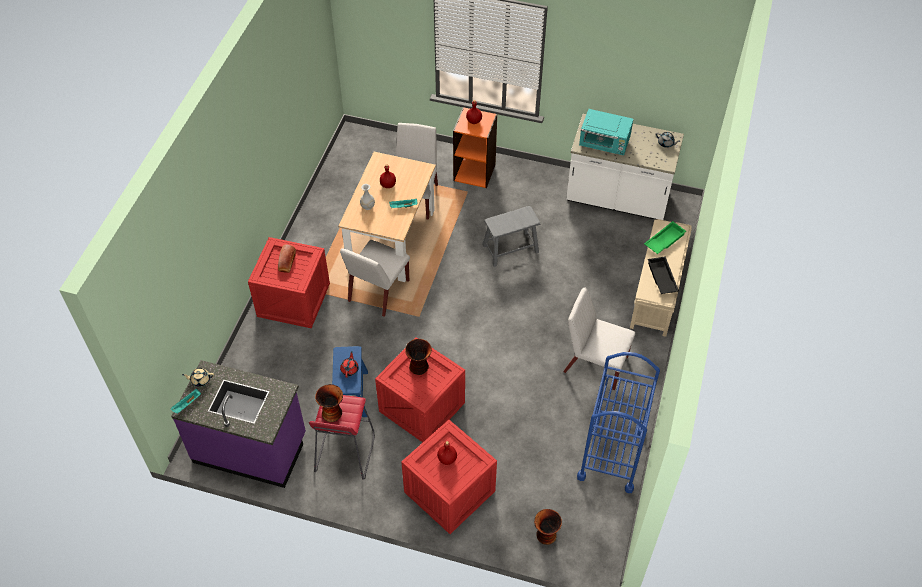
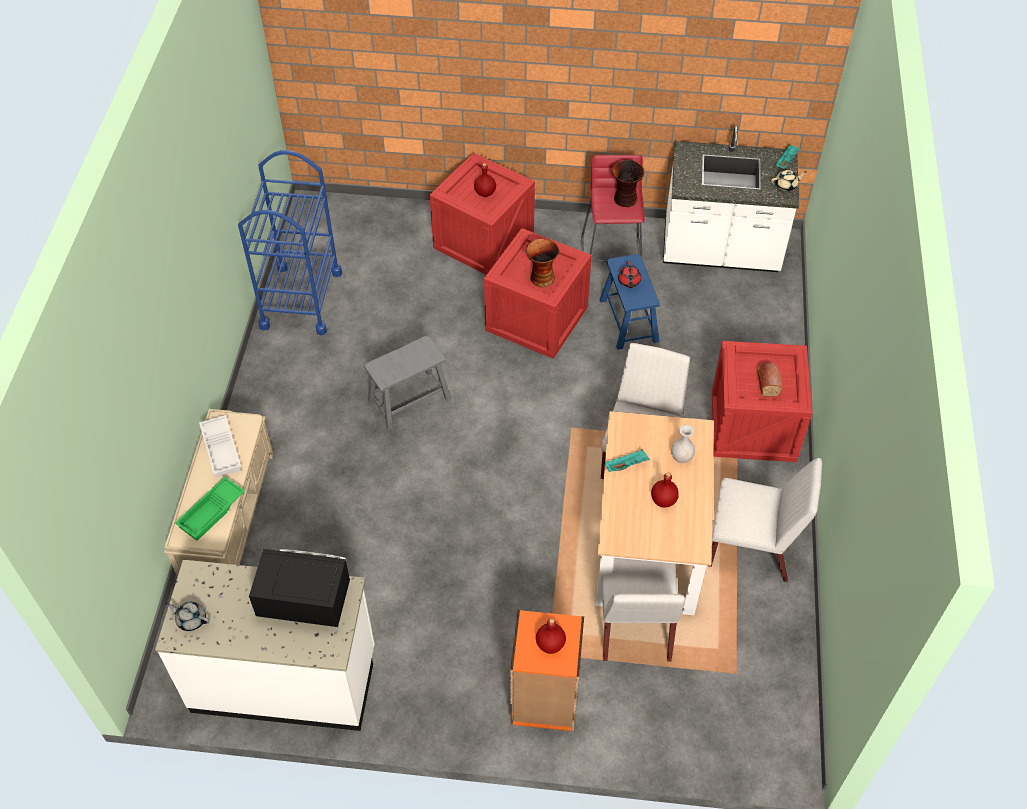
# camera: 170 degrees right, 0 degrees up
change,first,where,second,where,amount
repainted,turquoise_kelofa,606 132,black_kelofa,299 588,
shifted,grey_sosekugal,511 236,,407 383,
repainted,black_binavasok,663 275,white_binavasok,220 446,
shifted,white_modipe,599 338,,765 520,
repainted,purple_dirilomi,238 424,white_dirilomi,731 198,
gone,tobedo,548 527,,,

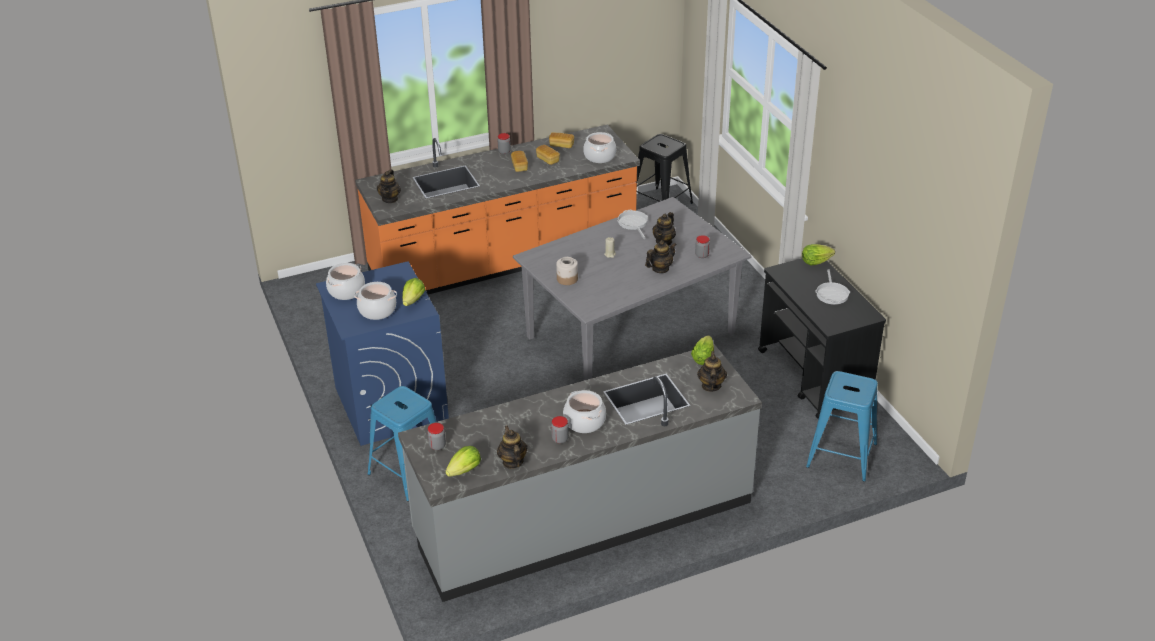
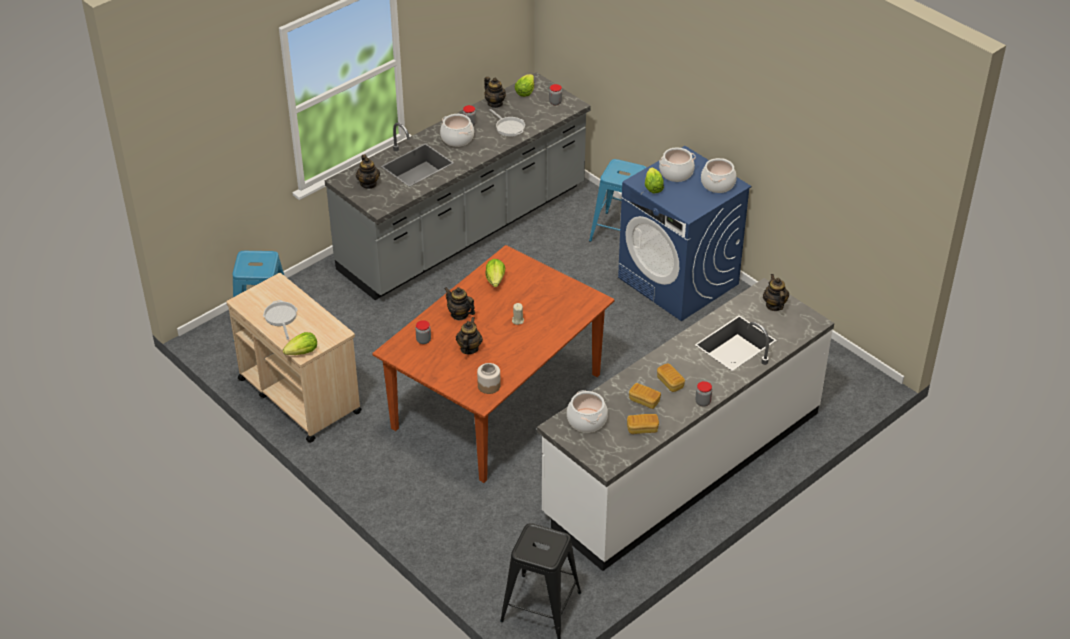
# camera: 160 degrees right, 5 degrees up
change,first,where,second,where,amount
repainted,orange_dirilomi,497 210,white_dirilomi,685 424,
repainted,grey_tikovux,632 288,brown_tikovux,493 364,
shifted,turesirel,633 224,,507 123,
rotated,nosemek,661 256,,459 303,90 degrees clockwise
shifted,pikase,567 271,,489 378,
repainted,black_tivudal,822 338,beige_tivudal,294 358,
shifted,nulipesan,702 350,,495 273,

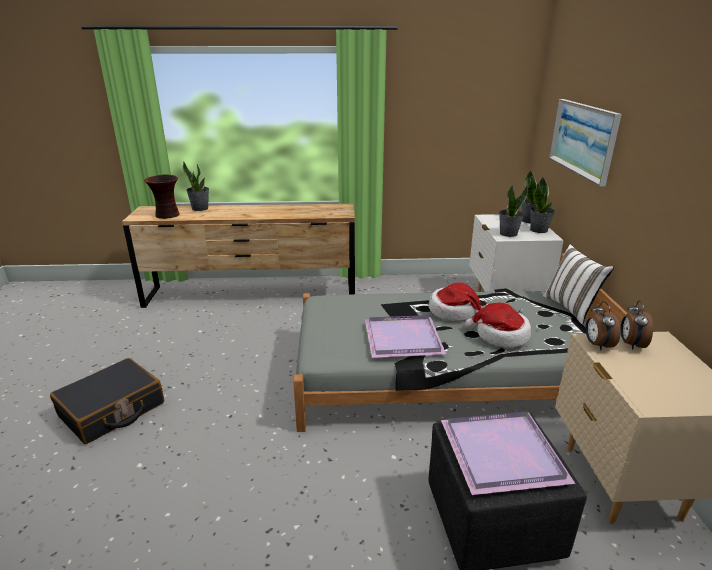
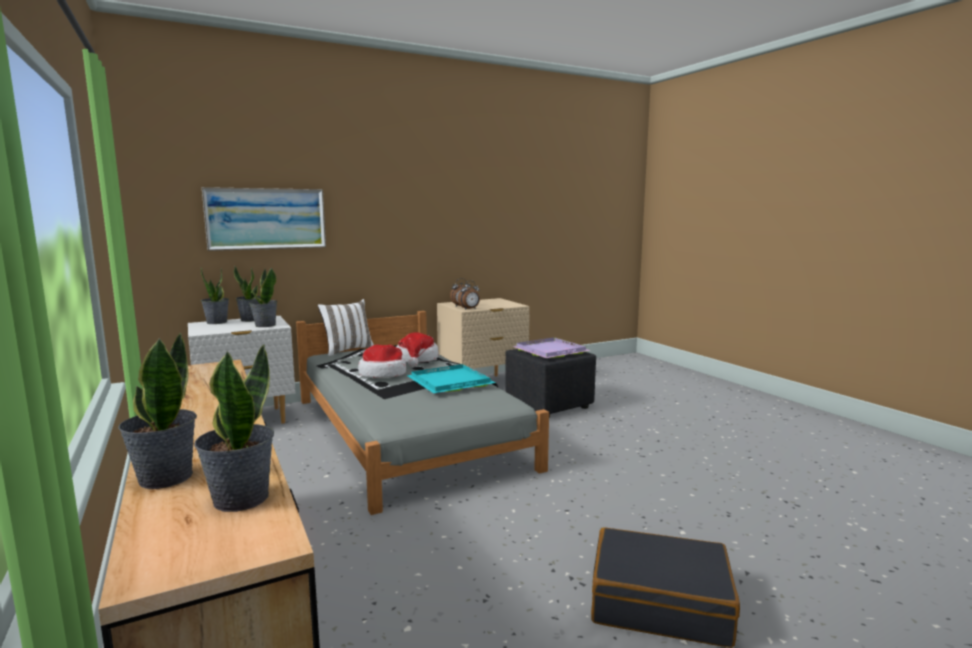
# camera: 115 degrees left, 15 degrees down
change,first,where,second,where,amount
swapped,tobedo,162 196,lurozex,234 428,
repainted,purple_binavasok,405 336,turquoise_binavasok,451 378,

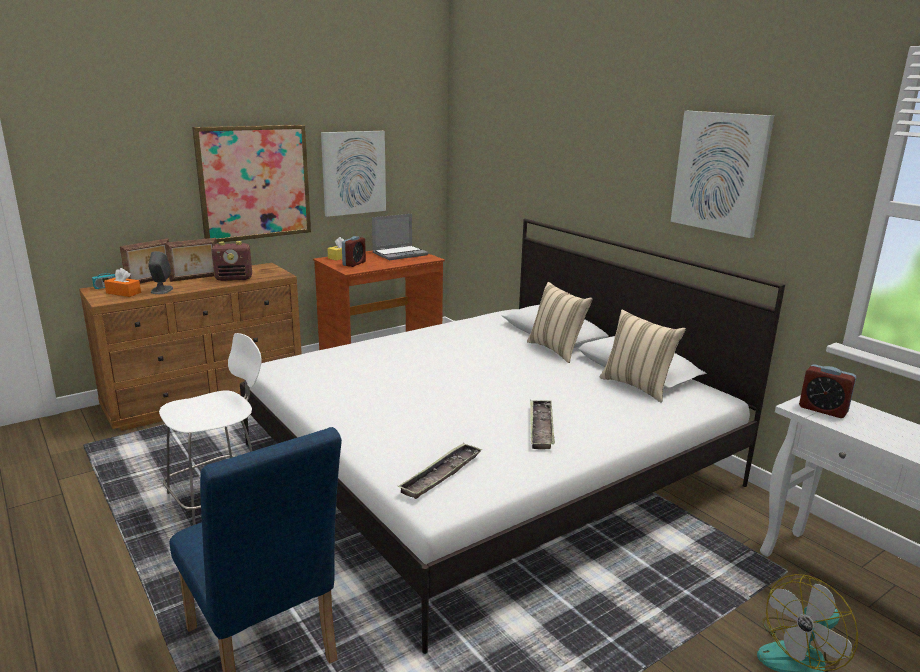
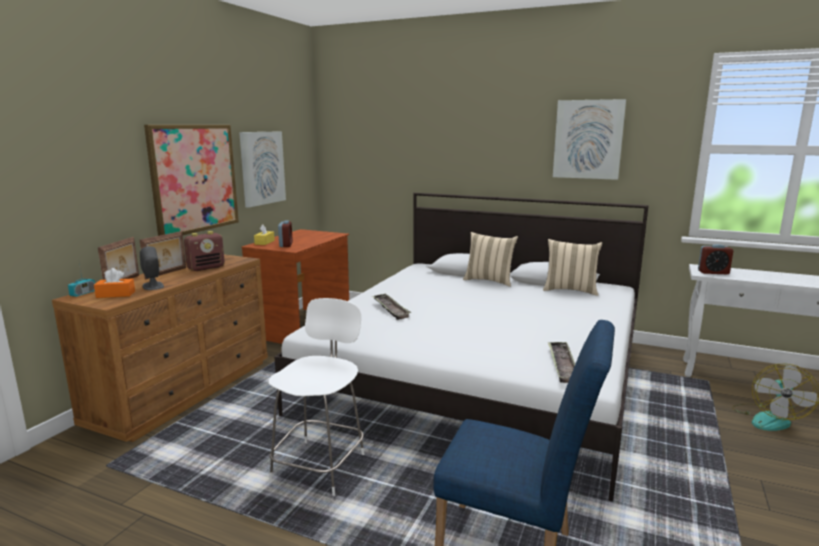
# camera: 30 degrees left, 5 degrees down
change,first,where,second,where,amount
gone,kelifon,400 237,,,
shifted,binavasok,542 424,,391 307,

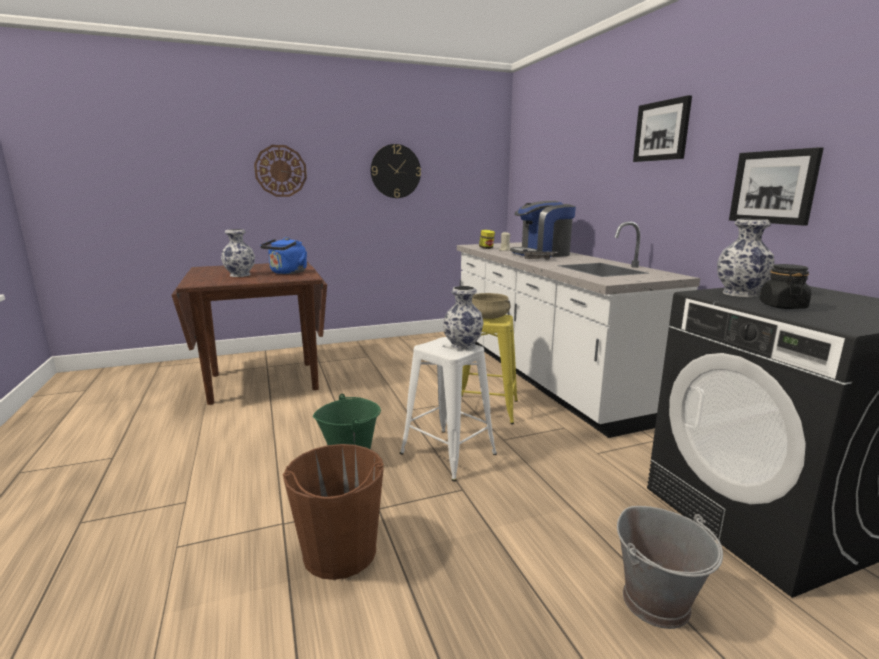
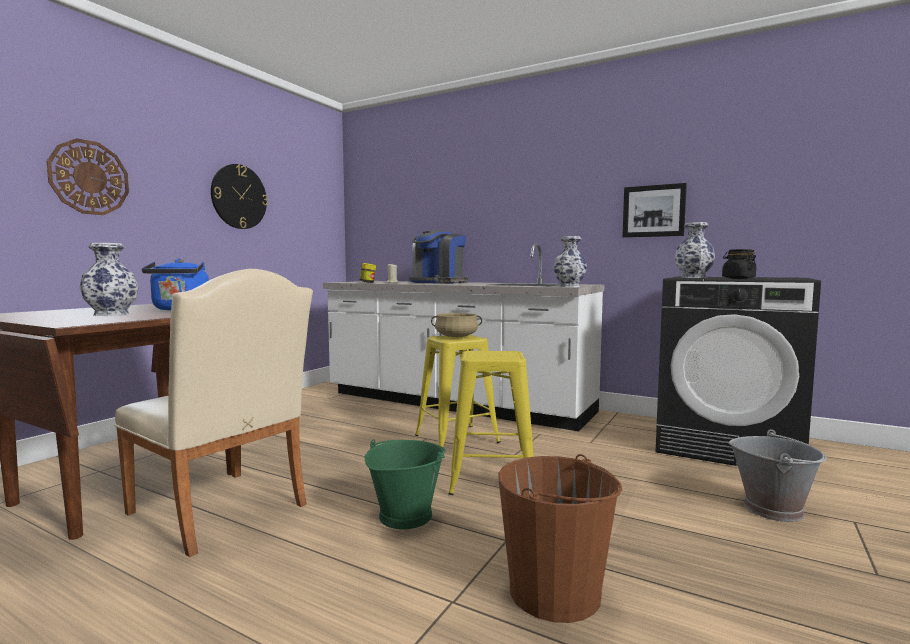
# camera: 40 degrees left, 10 degrees down
change,first,where,second,where,amount
gone,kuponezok,662 128,,,
shifted,tobedo,463 318,,570 261,
repainted,white_sosekugal,448 409,yellow_sosekugal,491 423,
new,,,beige_modipe,213 413,

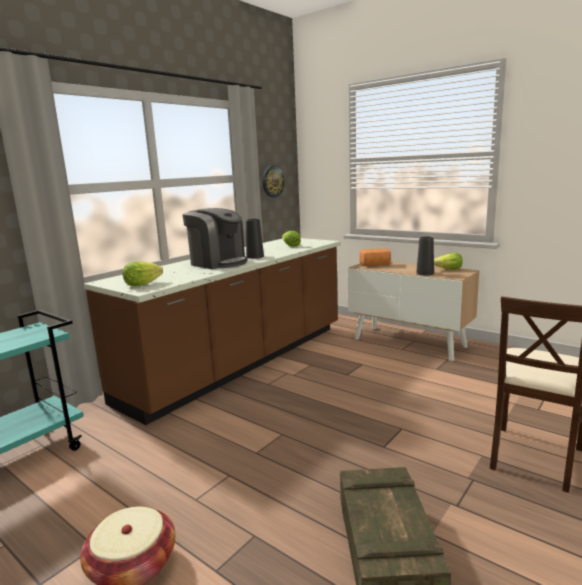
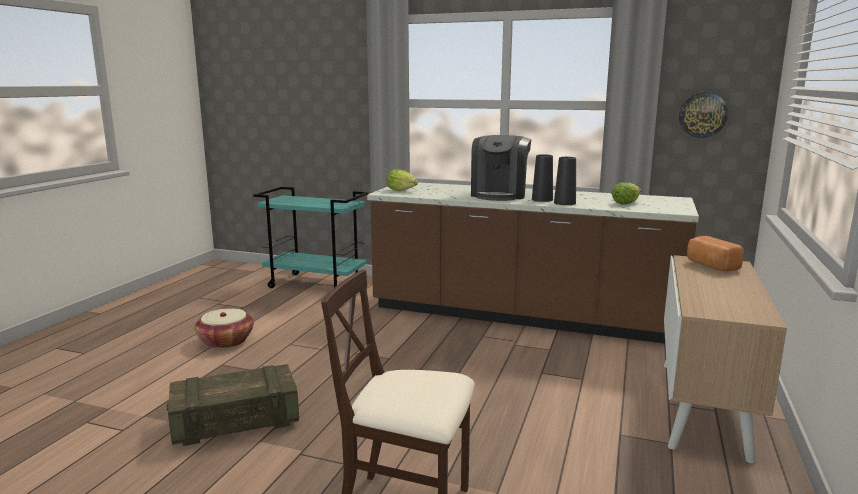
# camera: 70 degrees right, 0 degrees up
change,first,where,second,where,amount
shifted,black_tobedo,425 256,,565 181,
gone,nulipesan,448 261,,,

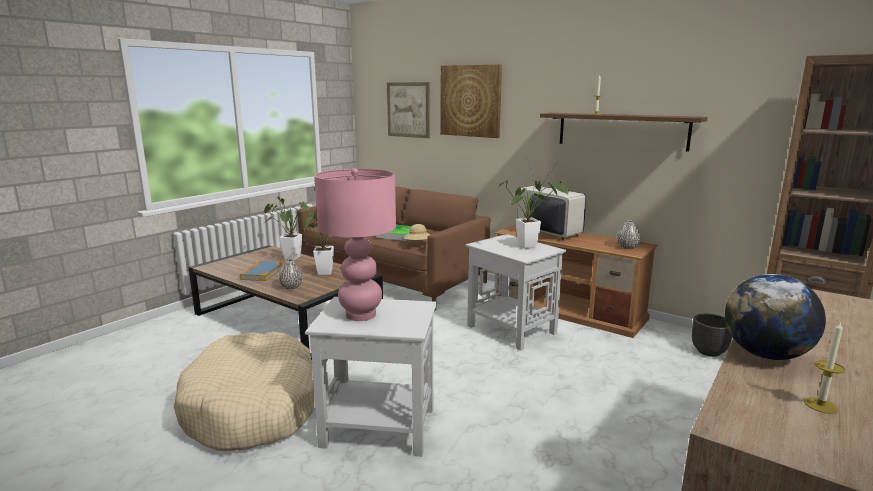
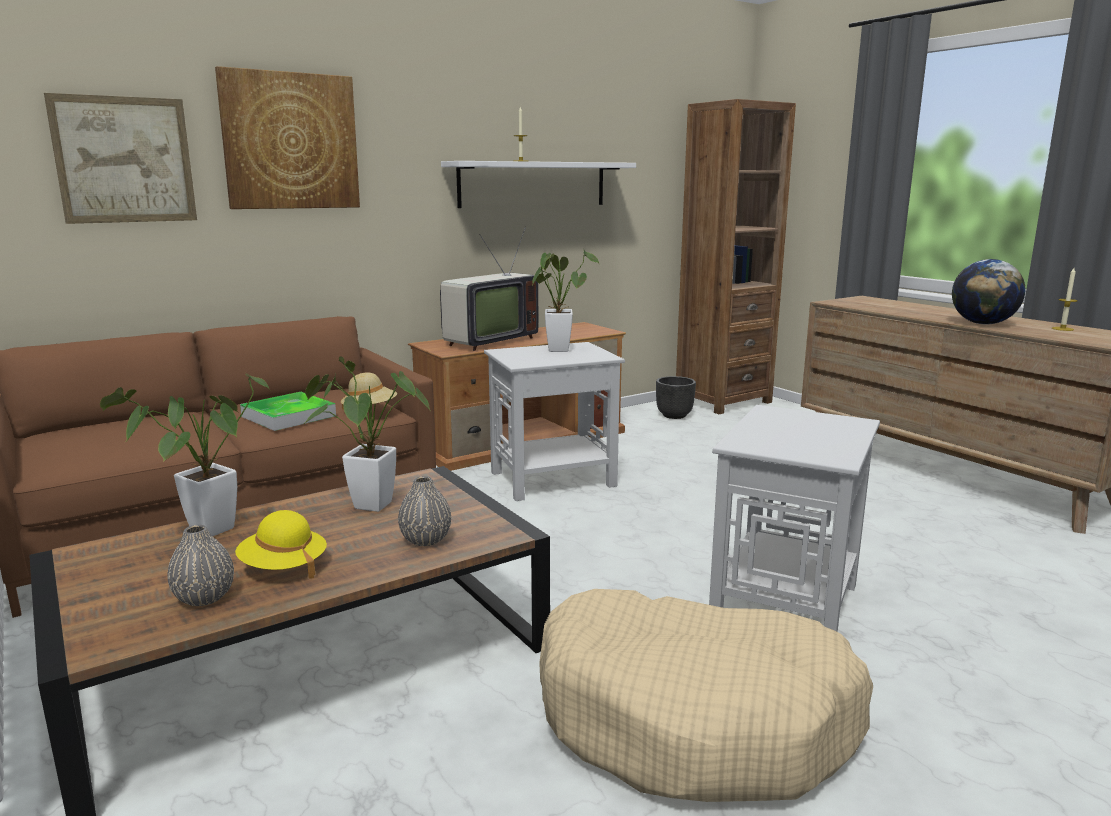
# camera: 70 degrees left, 0 degrees up
change,first,where,second,where,amount
repainted,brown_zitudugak,624 132,white_zitudugak,538 184,
rotated,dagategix,551 199,,489 288,150 degrees clockwise
gone,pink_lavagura,355 244,,,
shifted,grey_tobedo,628 234,,200 565,
swapped,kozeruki,261 271,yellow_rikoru,281 544,

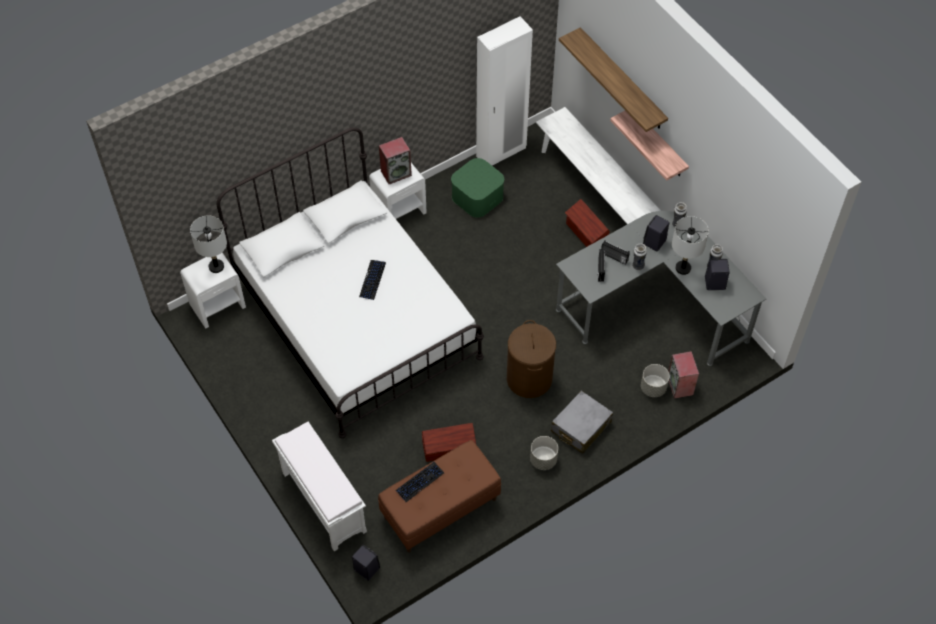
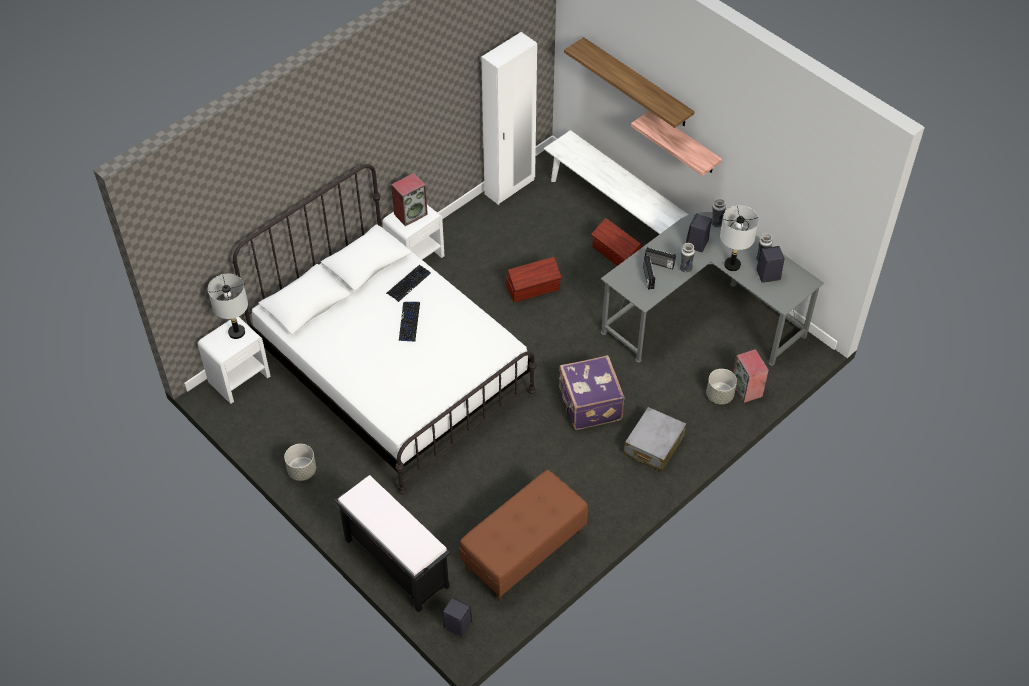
# camera: 10 degrees left, 5 degrees down
change,first,where,second,where,amount
gone,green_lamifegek,477 188,,,
swapped,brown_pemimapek,531 359,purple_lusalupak,592 392,
repainted,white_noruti,319 486,black_noruti,392 544,
shifted,brown_lamifegek,449 442,,534 280,
shifted,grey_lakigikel,544 453,,300 462,
shifted,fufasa,419 482,,408 283,

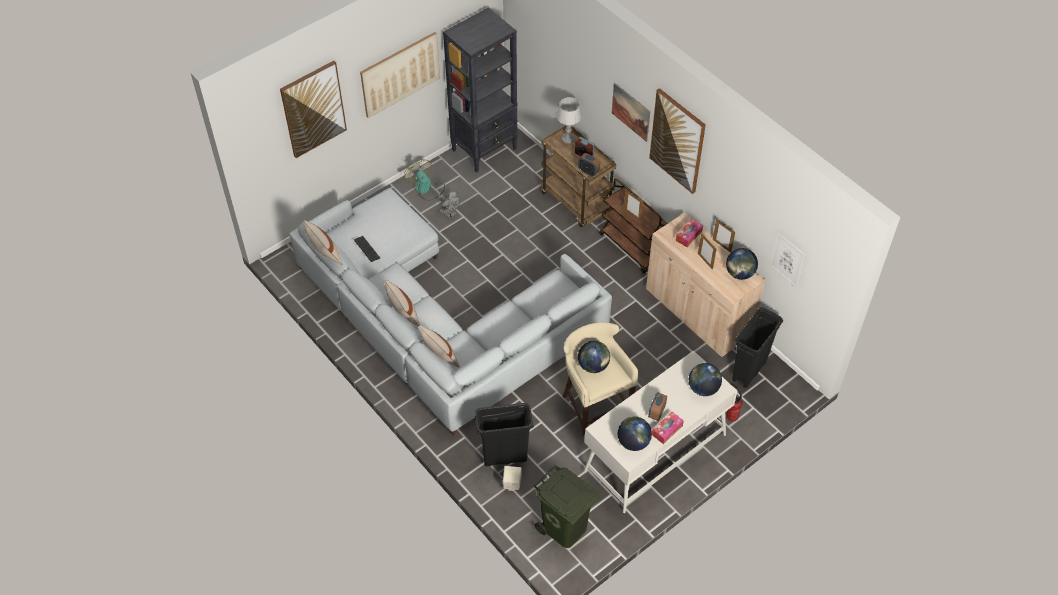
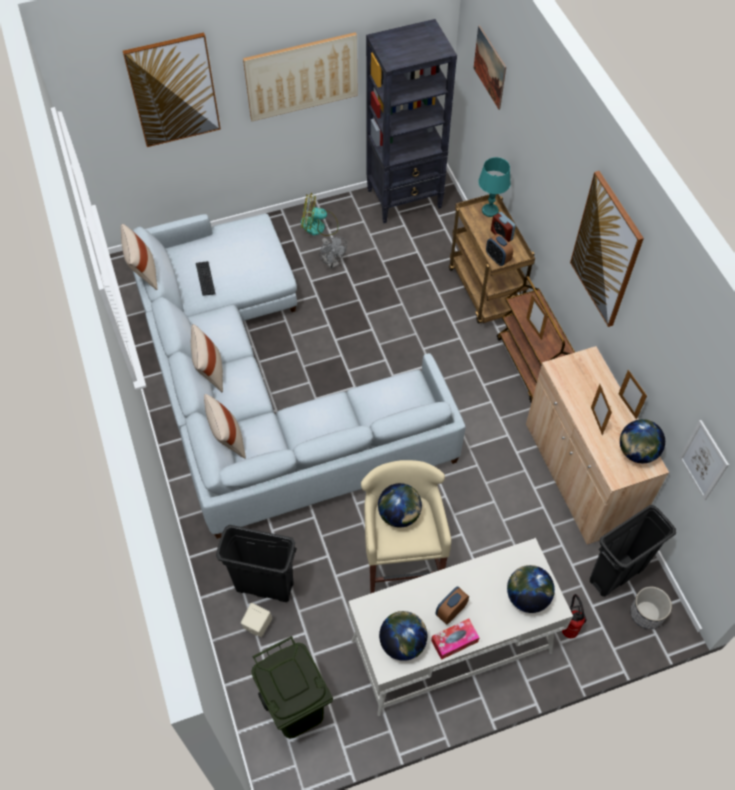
# camera: 20 degrees right, 5 degrees up
change,first,where,second,where,amount
shifted,kuponezok,631 112,,490 67,
repainted,grey_lavagura,569 120,turquoise_lavagura,494 187,
rotated,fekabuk,424 180,,319 215,75 degrees counterclockwise
gone,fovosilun,689 233,,,
new,,,lakigikel,651 607,

